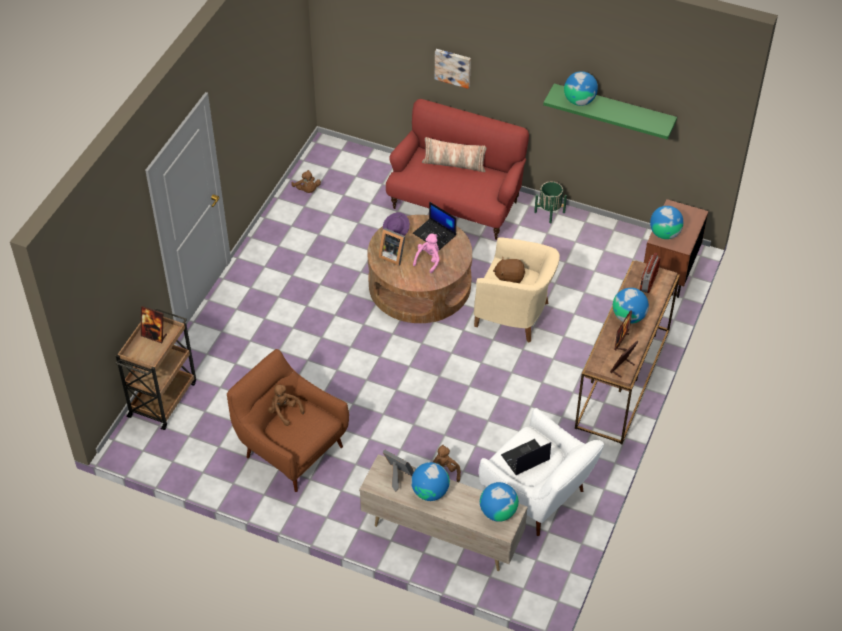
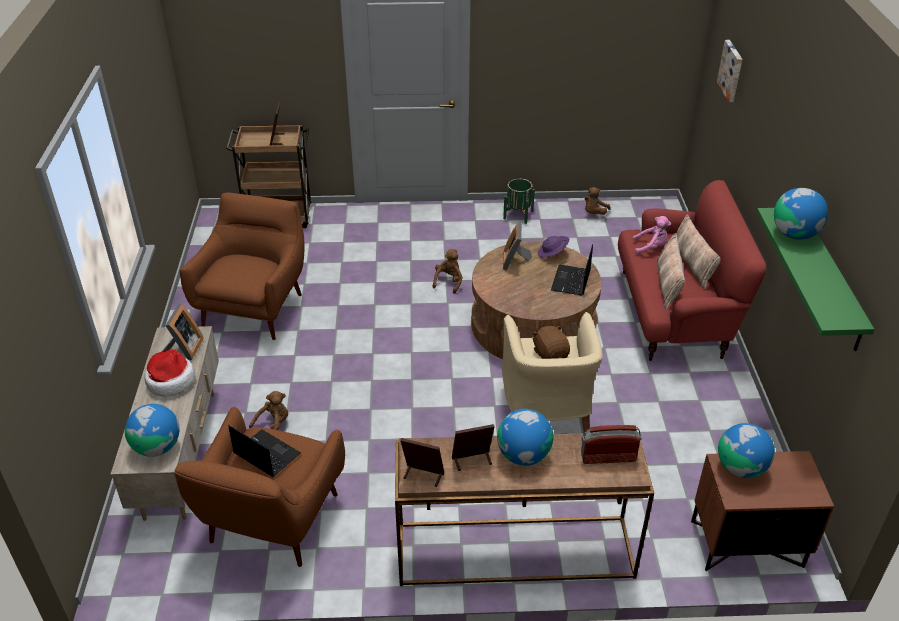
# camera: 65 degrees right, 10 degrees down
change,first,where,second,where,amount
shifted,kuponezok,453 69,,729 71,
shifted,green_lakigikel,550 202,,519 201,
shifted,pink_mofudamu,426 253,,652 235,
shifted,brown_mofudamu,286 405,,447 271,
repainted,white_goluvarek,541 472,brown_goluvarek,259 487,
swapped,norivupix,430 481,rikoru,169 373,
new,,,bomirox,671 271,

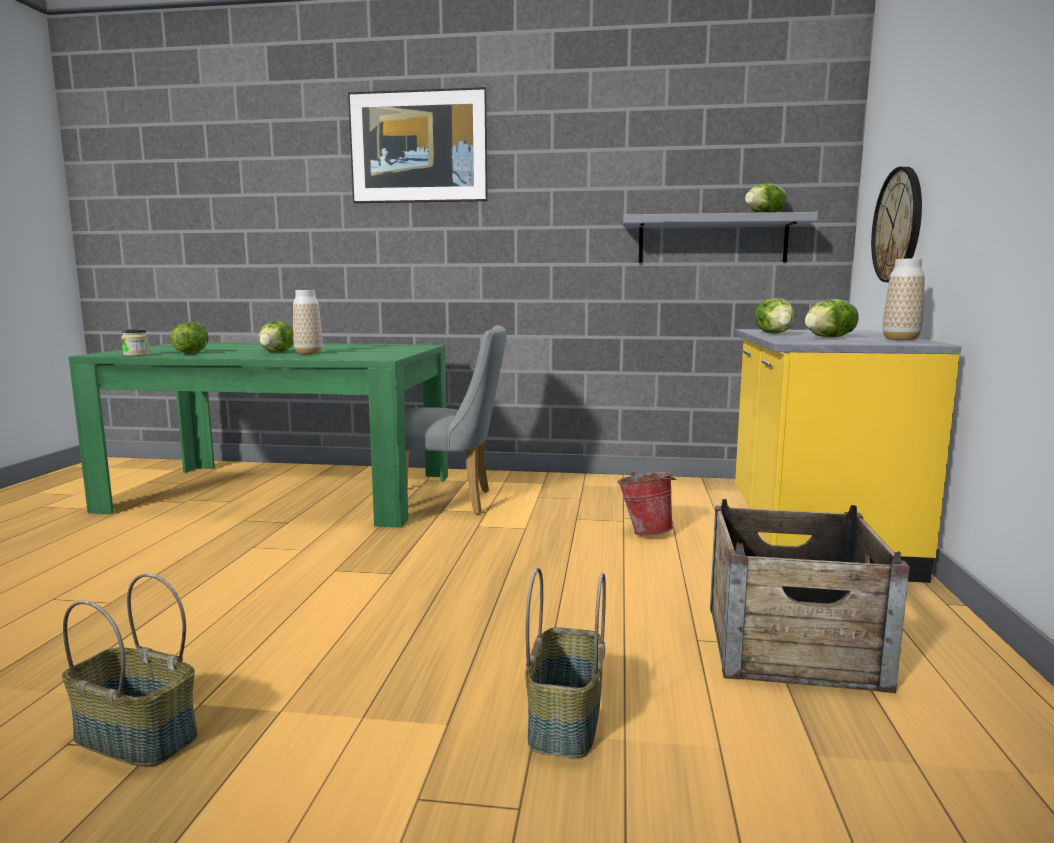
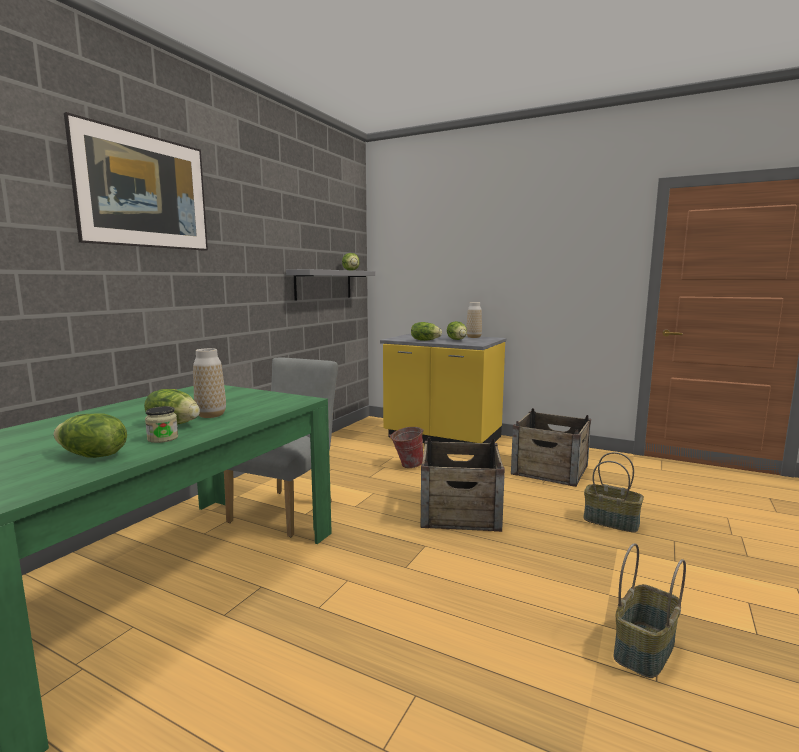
# camera: 70 degrees left, 0 degrees up
change,first,where,second,where,amount
gone,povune,896 224,,,
shifted,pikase,135 342,,161 424,
new,,,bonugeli,463 484,

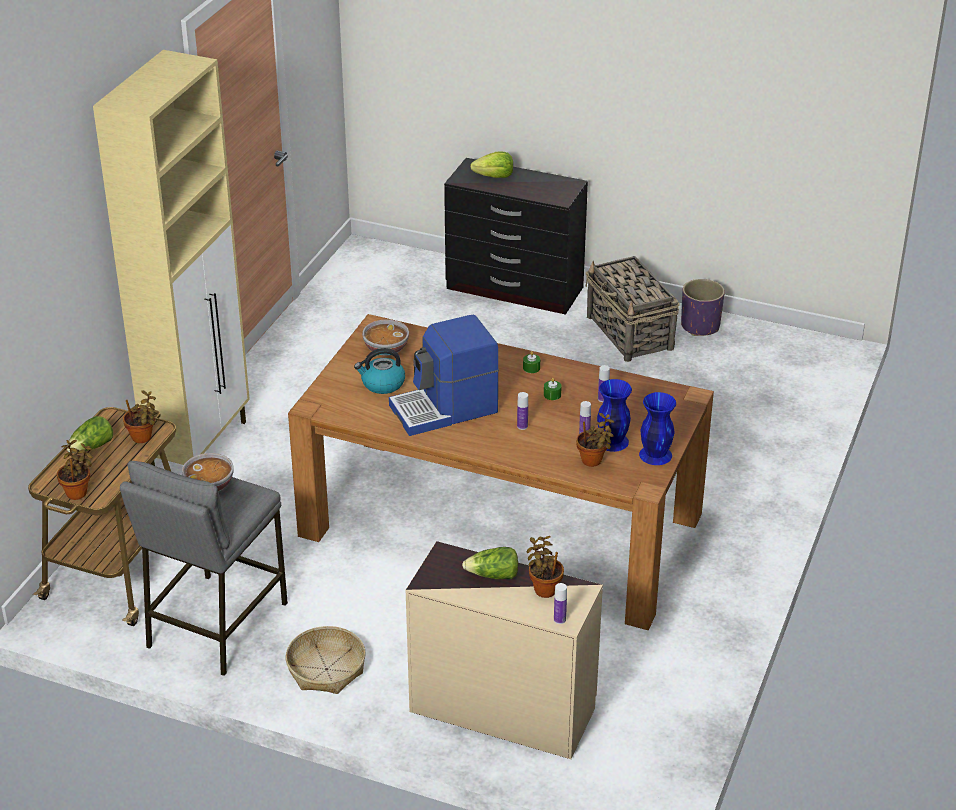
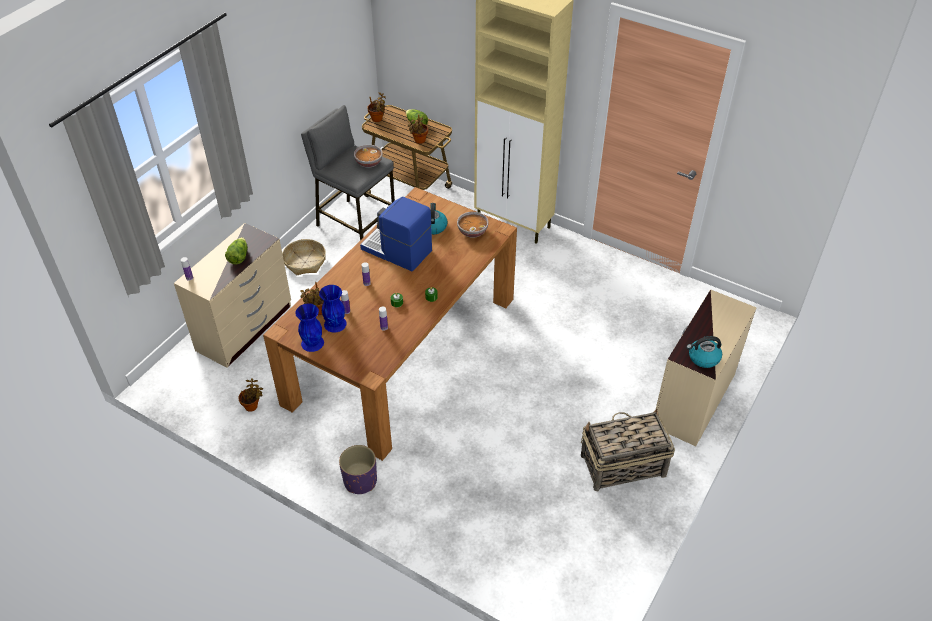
# camera: 100 degrees right, 10 degrees up
change,first,where,second,where,amount
gone,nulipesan,491 165,,,
repainted,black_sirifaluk,516 236,beige_sirifaluk,705 367,
shifted,purple_lakigikel,703 307,,358 469,
rotated,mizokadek,444 375,,396 234,45 degrees counterclockwise
shifted,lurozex,545 567,,250 395,
new,,,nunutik,704 352,

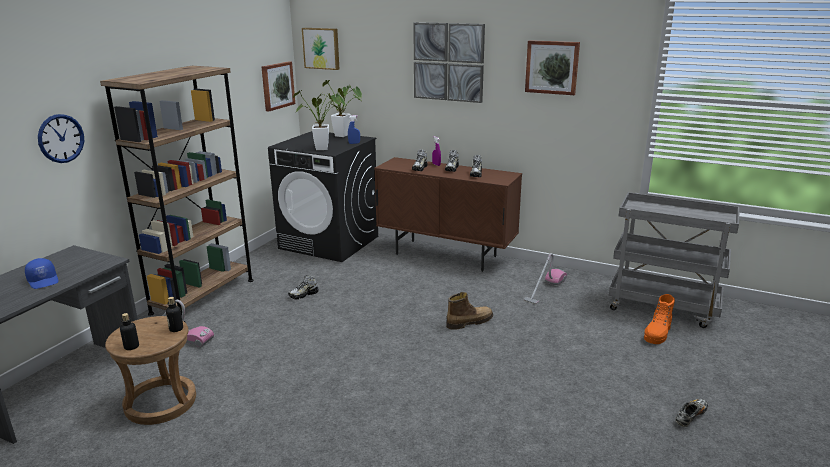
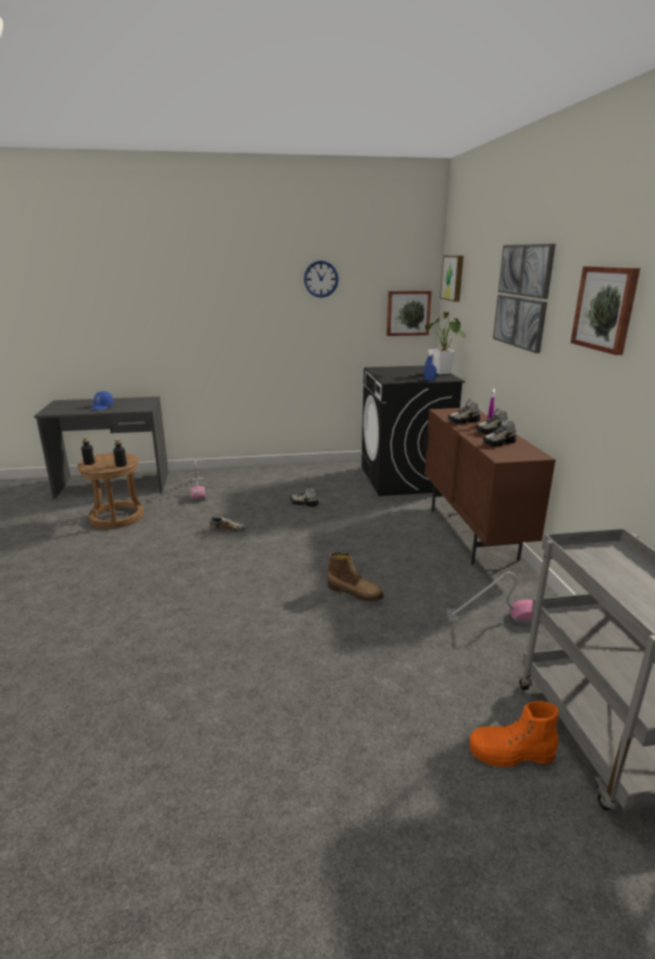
# camera: 55 degrees right, 0 degrees up
change,first,where,second,where,amount
gone,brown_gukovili,176 194,,,
gone,lurozex,319 120,,,
shifted,povune,61 138,,321 279,
shifted,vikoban,691 413,,228 524,

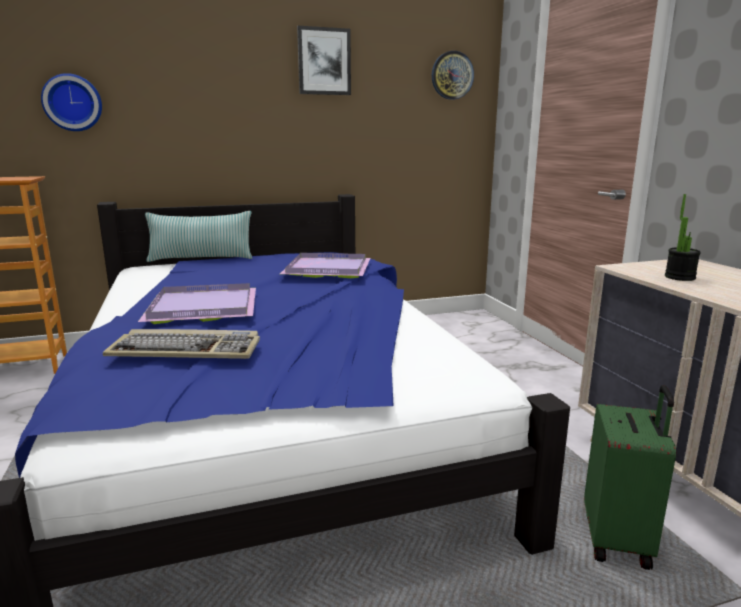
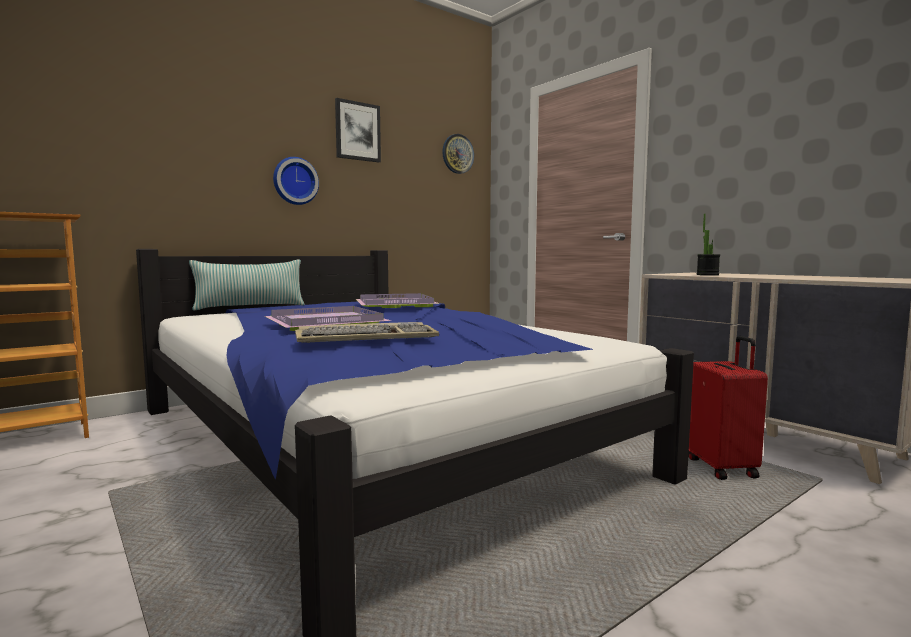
# camera: 20 degrees left, 10 degrees down
change,first,where,second,where,amount
shifted,povune,71 102,,296 181,
repainted,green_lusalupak,630 477,red_lusalupak,728 408,

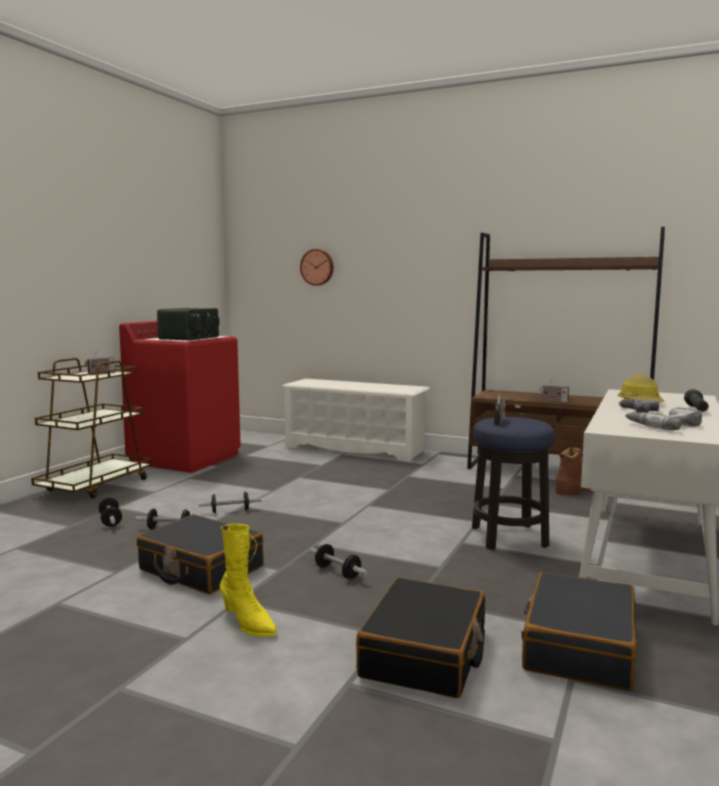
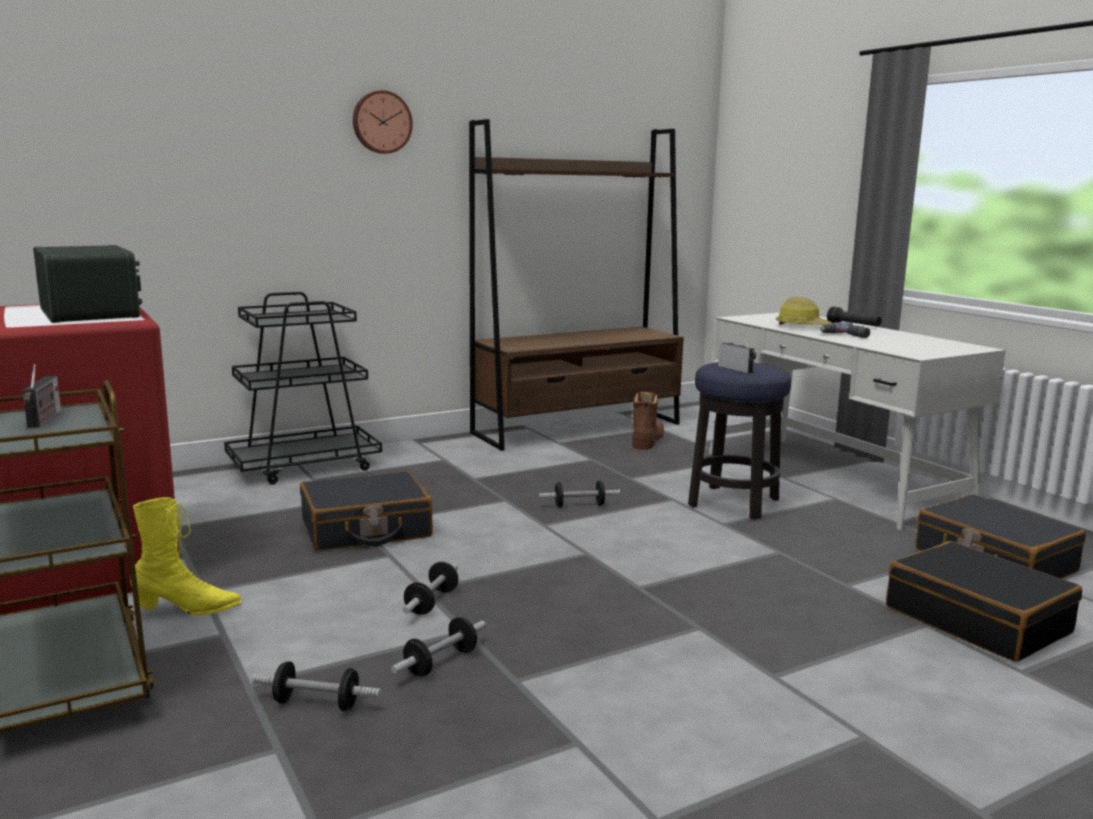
# camera: 55 degrees left, 5 degrees up
change,first,where,second,where,amount
shifted,povune,317 267,,383 122,
gone,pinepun,554 390,,,
swapped,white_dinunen,356 420,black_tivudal,303 388,
gone,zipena,663 418,,,
shifted,black_lusalupak,200 554,,366 511,
shifted,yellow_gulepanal,248 580,,185 556,
shifted,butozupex,339 561,,579 494,

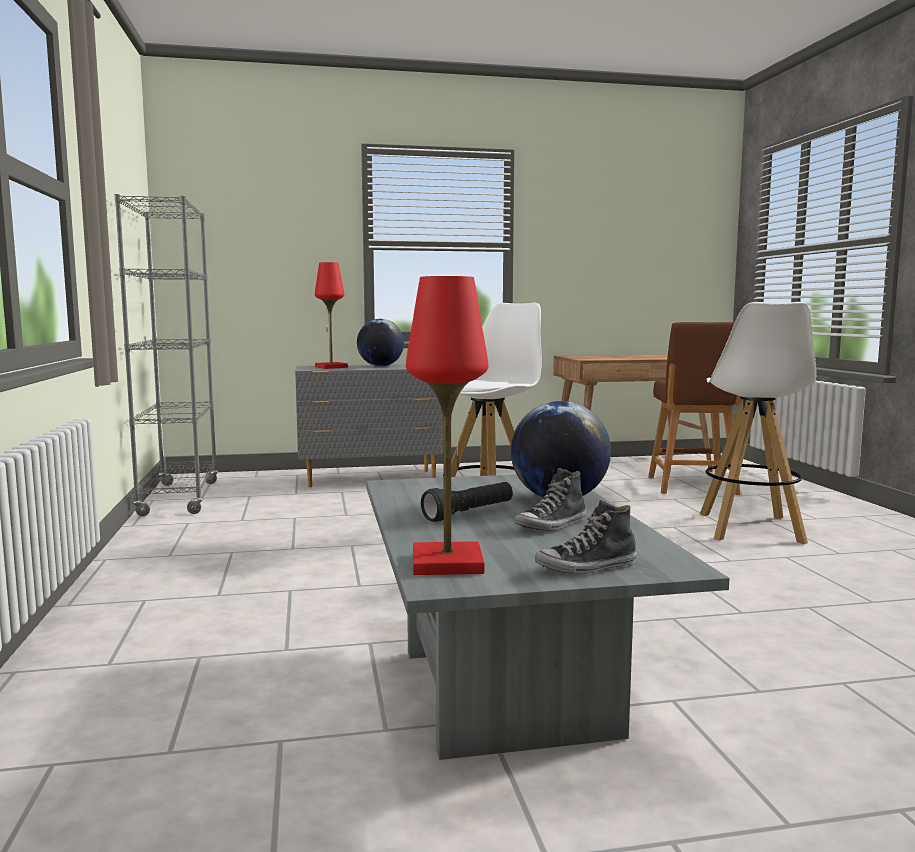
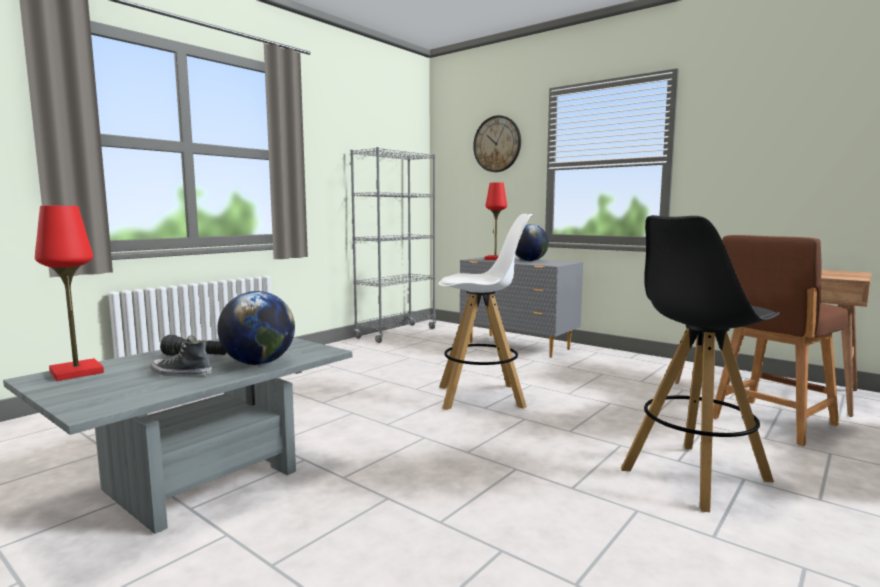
# camera: 50 degrees right, 0 degrees up
change,first,where,second,where,amount
repainted,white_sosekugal,758 423,black_sosekugal,701 363,
gone,vikoban,586 537,,,
new,,,povune,497 143,

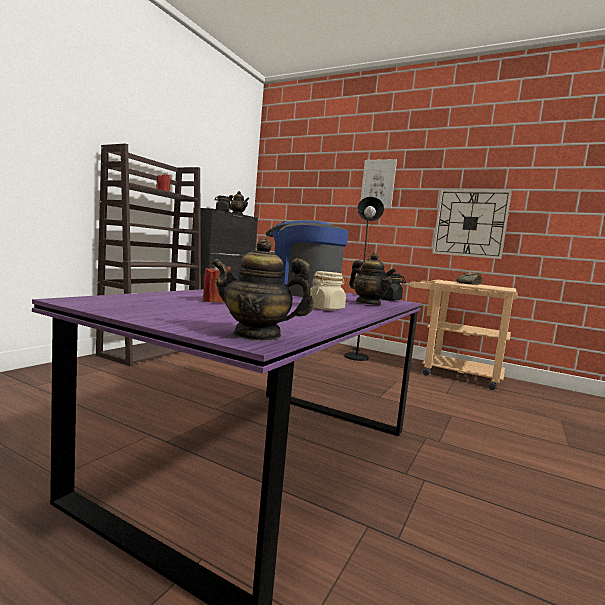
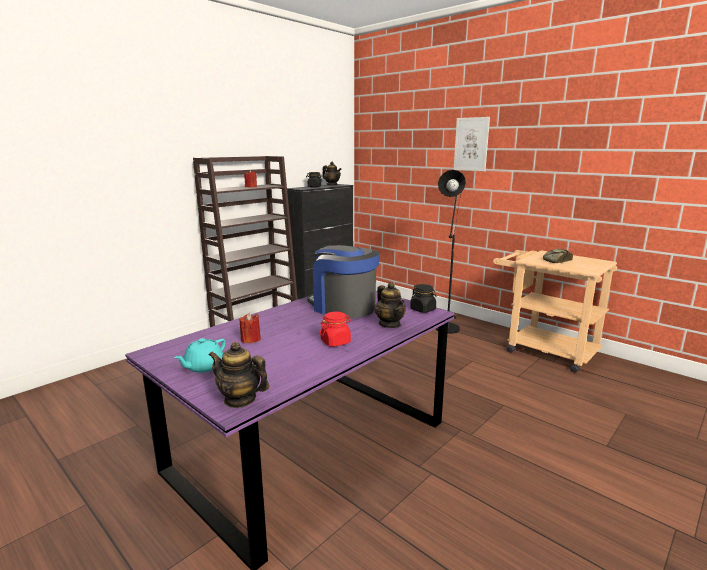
# camera: 15 degrees right, 10 degrees up
change,first,where,second,where,amount
gone,povune,472 224,,,
repainted,beige_pikase,328 290,red_pikase,335 329,
new,,,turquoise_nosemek,200 355,

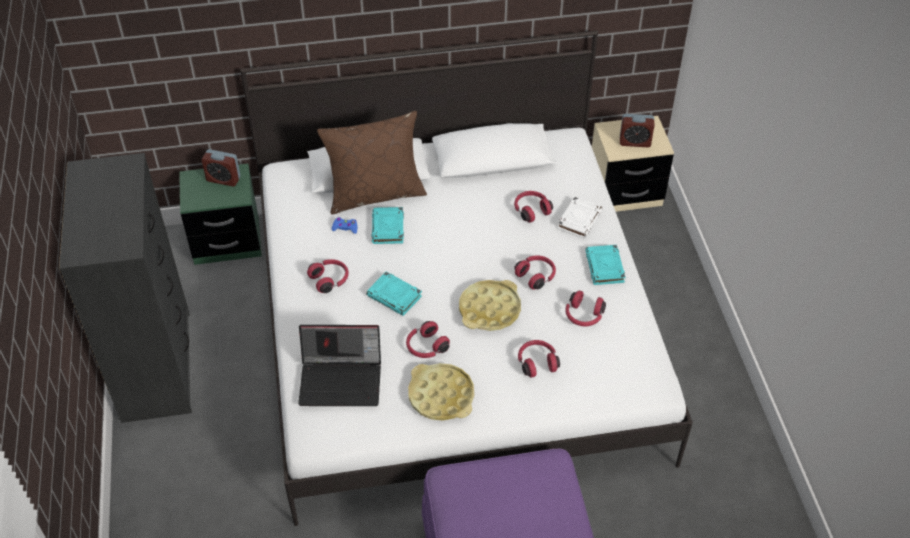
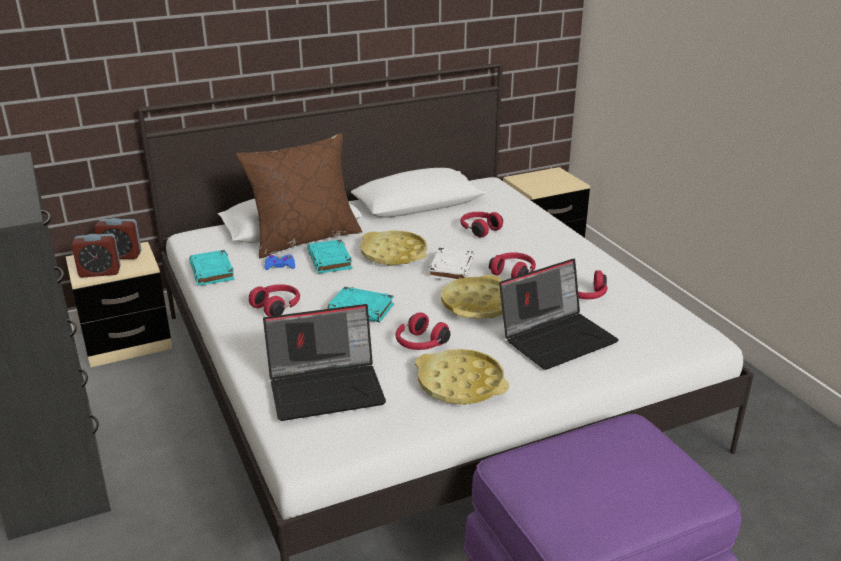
# camera: 15 degrees left, 20 degrees down
change,first,where,second,where,amount
shifted,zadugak,637 130,,96 255,
repainted,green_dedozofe,220 214,beige_dedozofe,119 304,
shifted,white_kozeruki,579 217,,451 264,
shifted,turquoise_kozeruki,605 265,,212 268,
swapped,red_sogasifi,539 359,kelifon,559 314,
new,,,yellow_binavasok,393 248,

